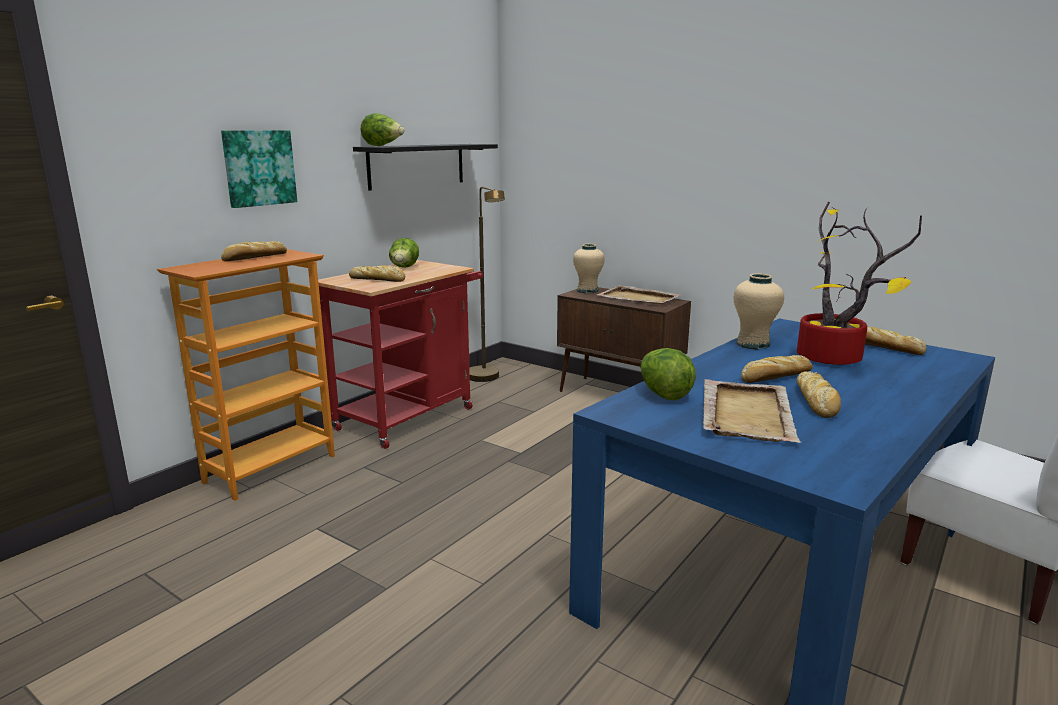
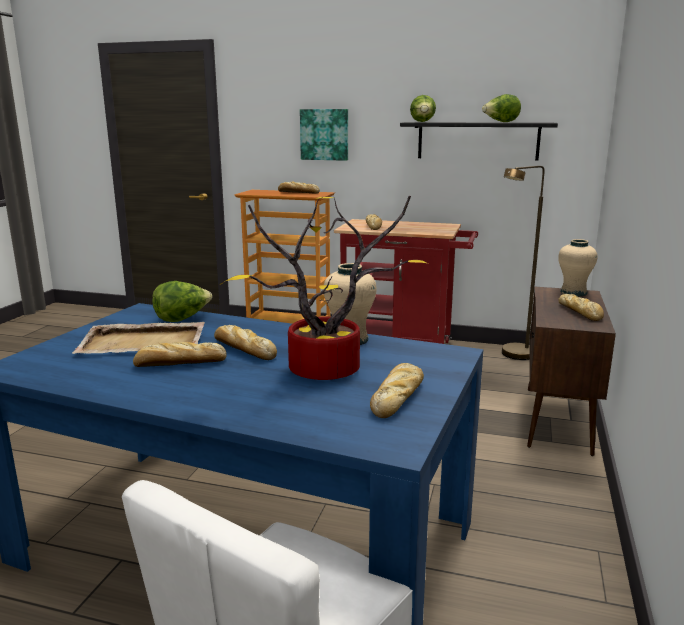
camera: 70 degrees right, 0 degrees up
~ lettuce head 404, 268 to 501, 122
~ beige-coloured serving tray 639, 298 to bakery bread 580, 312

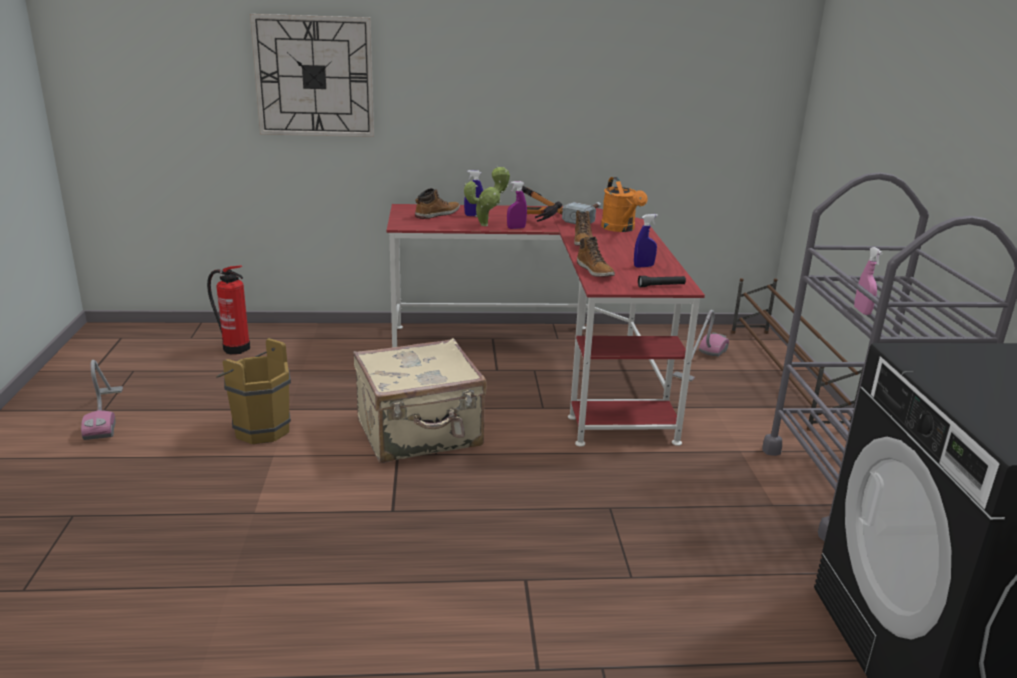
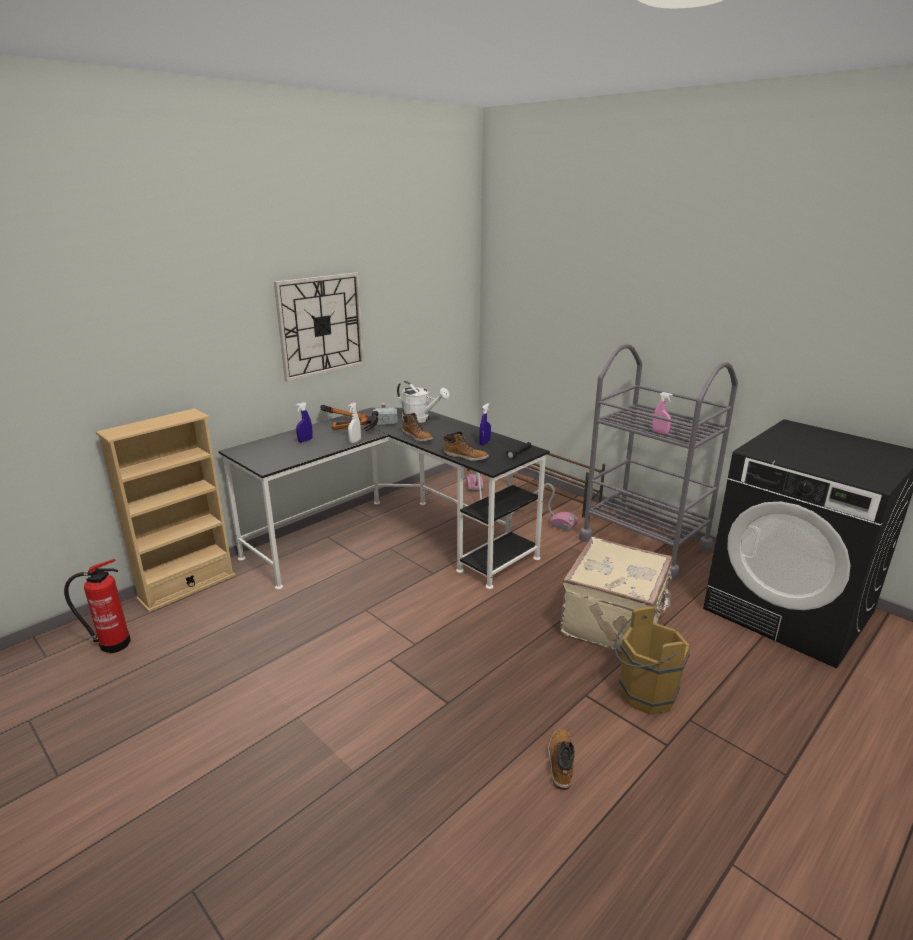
camera: 40 degrees left, 0 degrees up
~ vacuum cleaner 105, 414 to 540, 520
~ brown-coloured bucket 258, 428 to 643, 695
~ hanging clock 314, 76 to 321, 325
~ beige-coloured suitcase 420, 434 to 615, 622
~ red-coloured desk unit 546, 365 to black desk unit 392, 541
~ high-top boot 437, 214 to 560, 762
- potted plant 486, 224
~ purplish spray bottle 516, 228 to whitish spray bottle 355, 441
~ orange-coloured sprinkling can 621, 229 to whitish sprinkling can 420, 419
+ beige-coloured bookshelf 187, 587

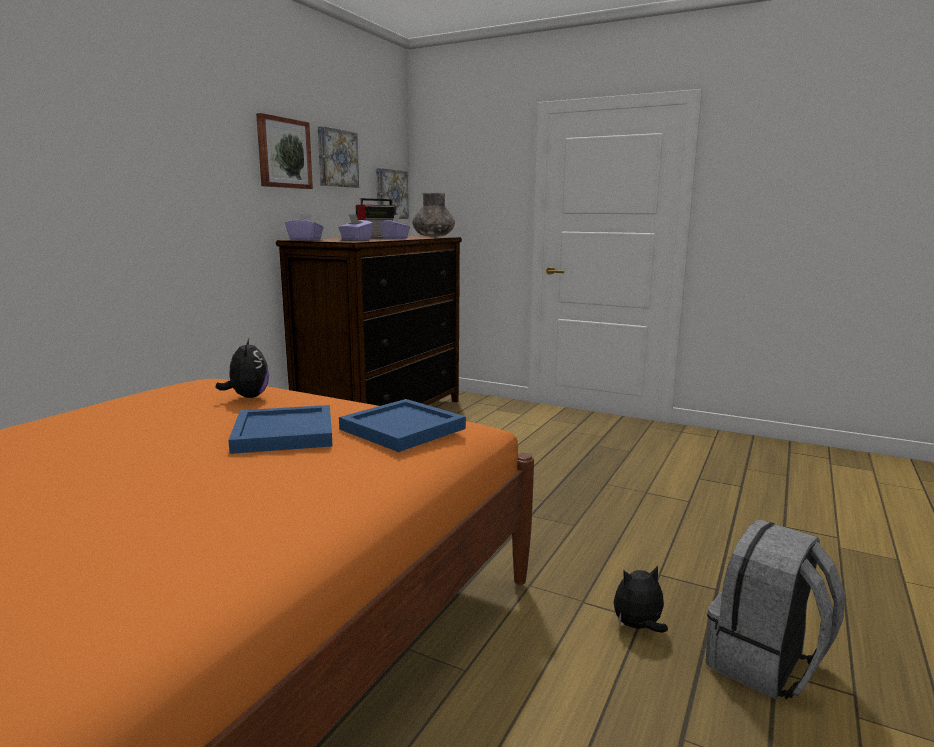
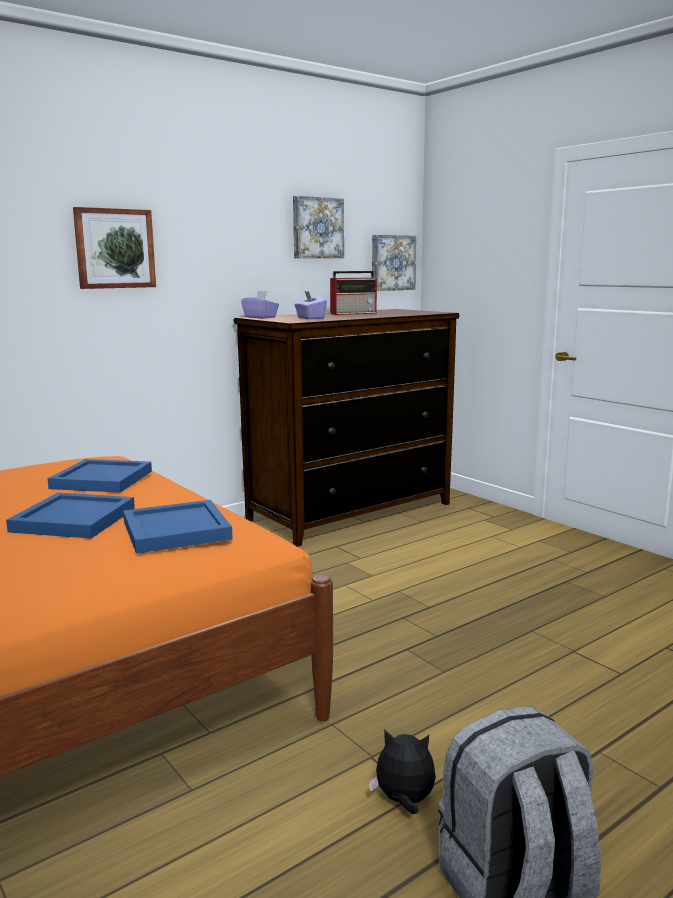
camera: 25 degrees right, 0 degrees up
~ plush toy 247, 397 to blue serving tray 101, 479
~ wall art 283, 153 to 114, 248
- purplish tissue holder 395, 238
- greyish decorative vase 433, 236

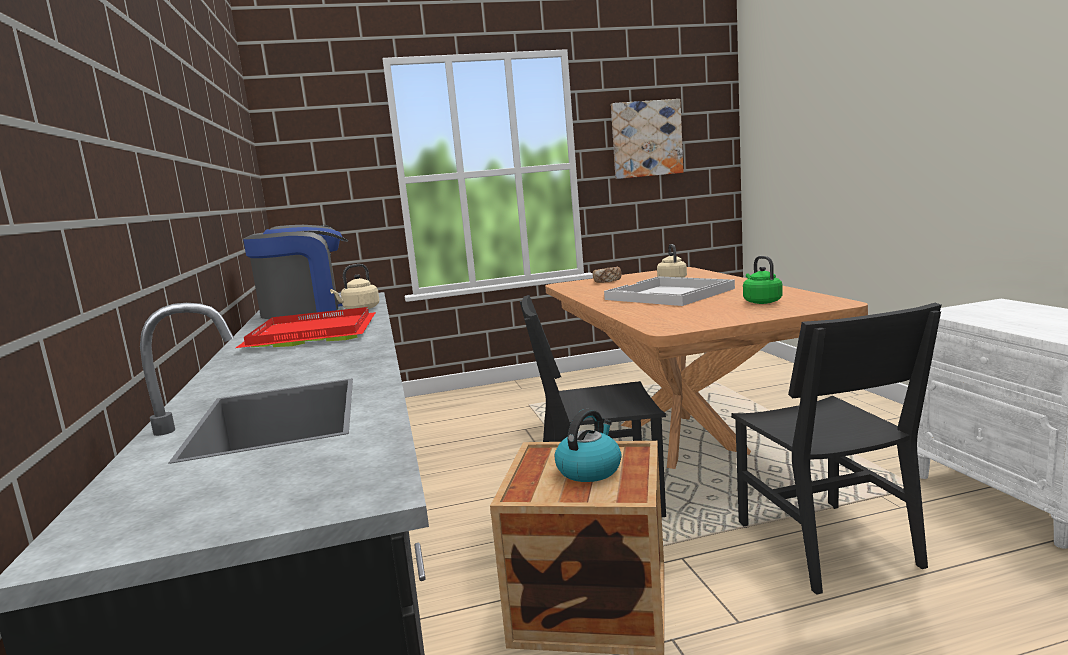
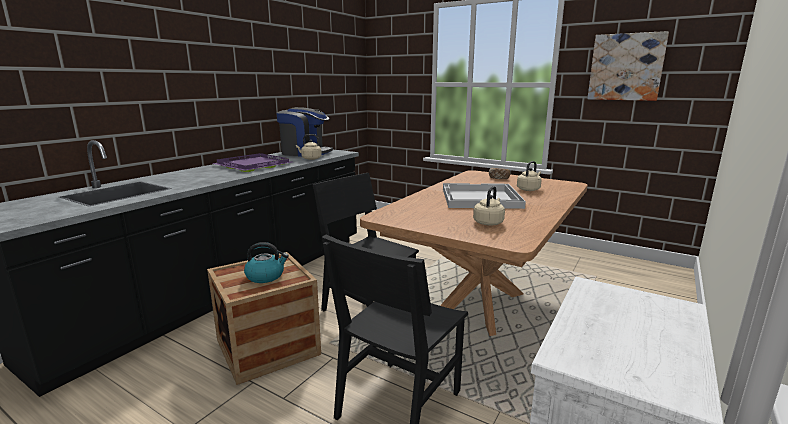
camera: 45 degrees right, 5 degrees up
~ red-coloured serving tray 311, 333 to purplish serving tray 254, 165
~ green-coloured water kettle 761, 301 to beige-coloured water kettle 489, 222

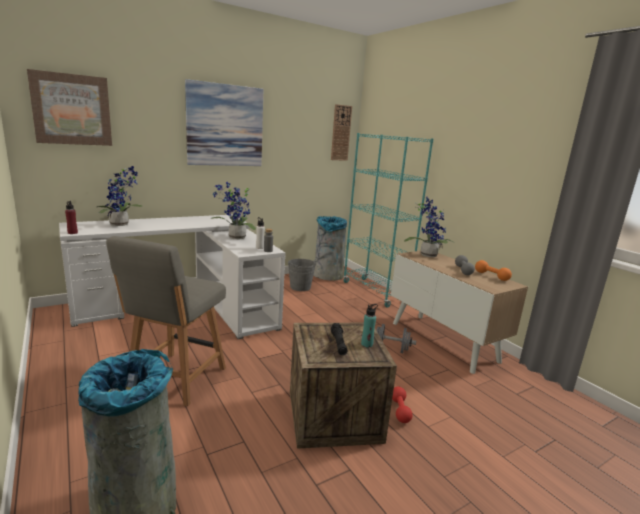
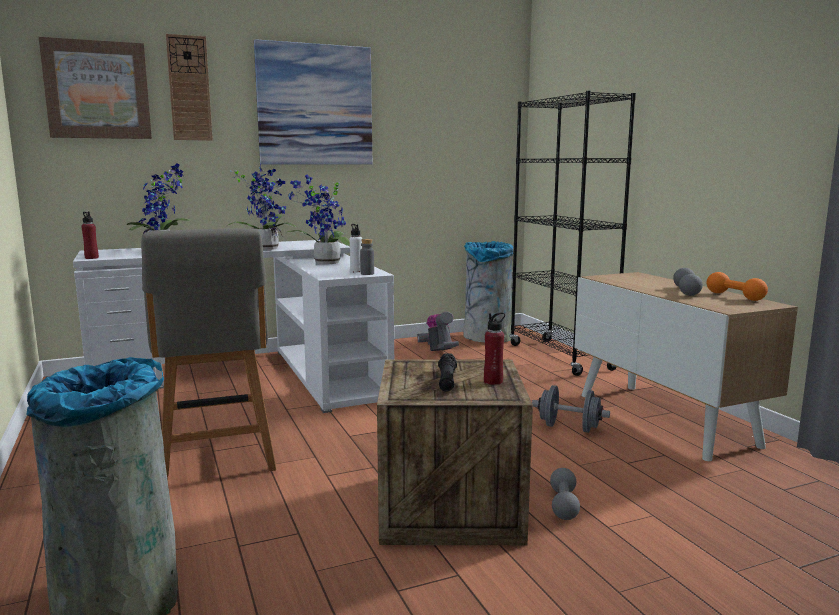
camera: 10 degrees right, 5 degrees down
~ greyish plain chair 175, 380 = 217, 458 45 degrees counterclockwise
~ greyish bucket 300, 287 to vacuum cleaner 439, 351
~ hanging clock 341, 133 to 189, 88
~ turquoise bookshelf 374, 292 to black bookshelf 561, 357
~ turquoise bottle 367, 344 to red-coloured bottle 493, 381
~ red-coloured free weight 400, 410 to greyish free weight 563, 504
~ potted plant 427, 254 to 266, 248

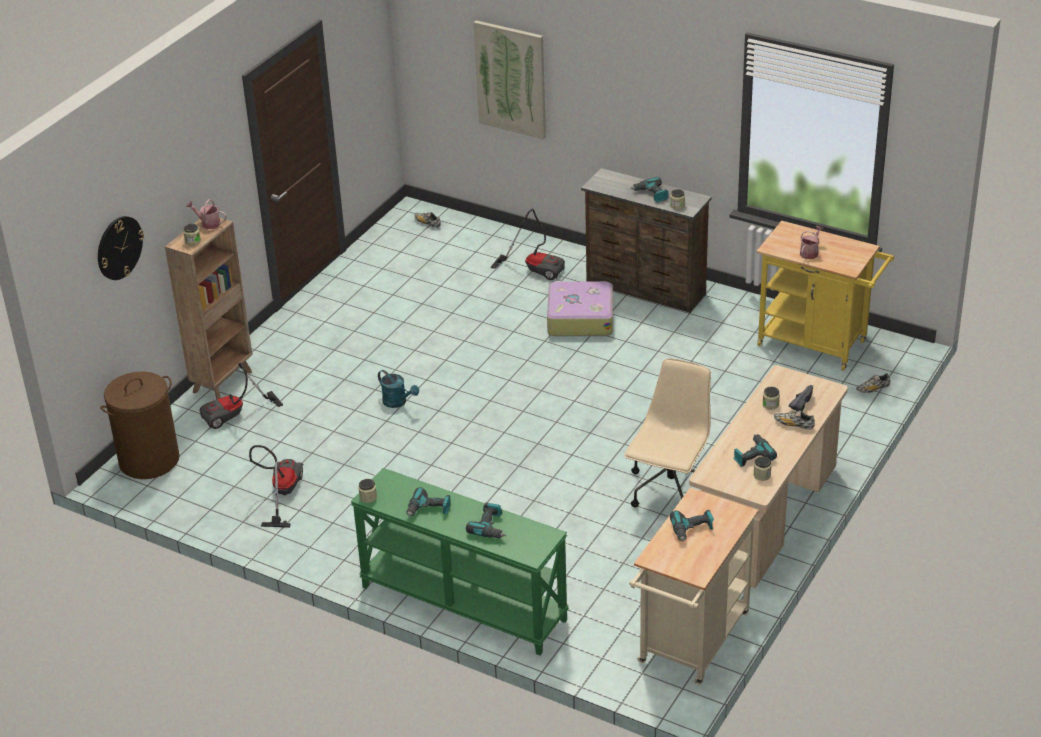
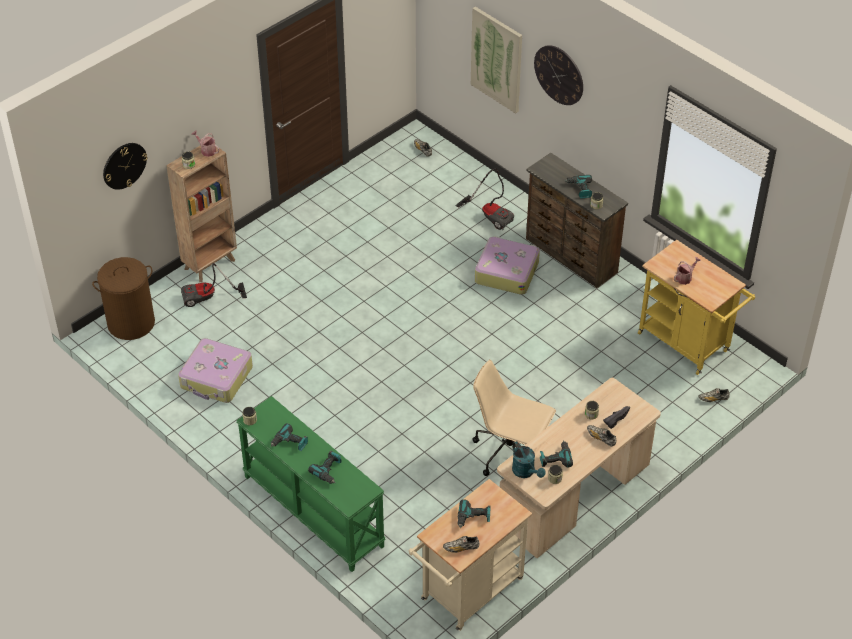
camera: 15 degrees right, 10 degrees up
~ vacuum cleaner 281, 493 to suitcase 216, 378
~ turquoise sprinkling can 398, 402 to 526, 472
~ beige-coloured computer chair 670, 491 = 510, 453 105 degrees counterclockwise
+ low shoe 461, 548
+ hanging clock 559, 75

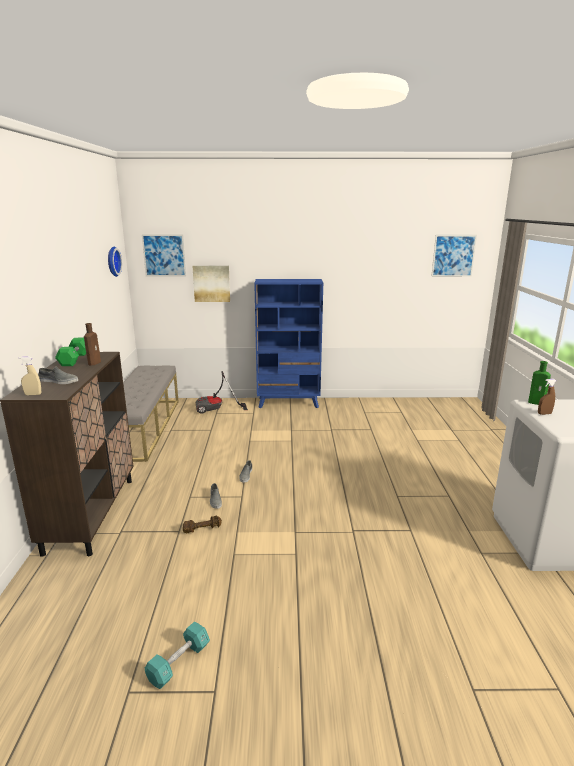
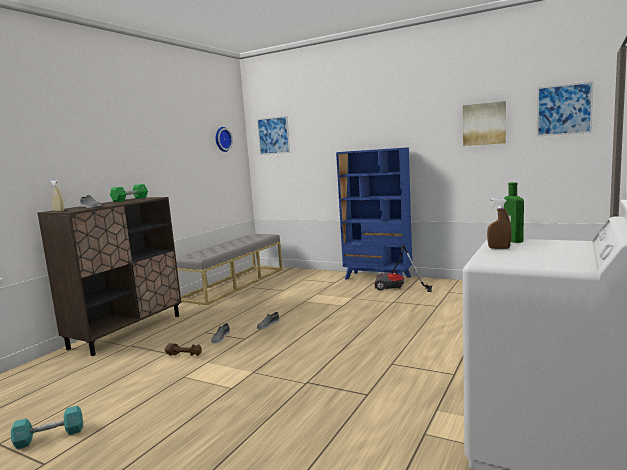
camera: 30 degrees right, 10 degrees down
- brown-coloured bottle 95, 362
~ wall art 211, 283 to 484, 124
~ vacuum cleaner 216, 410 to 397, 289

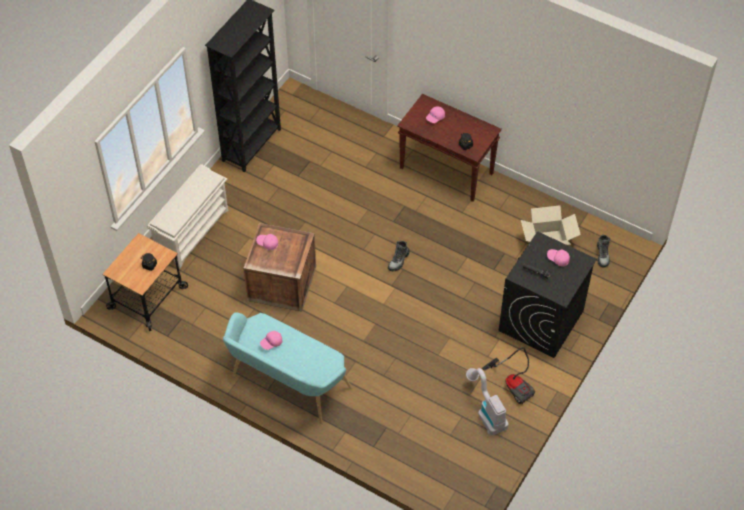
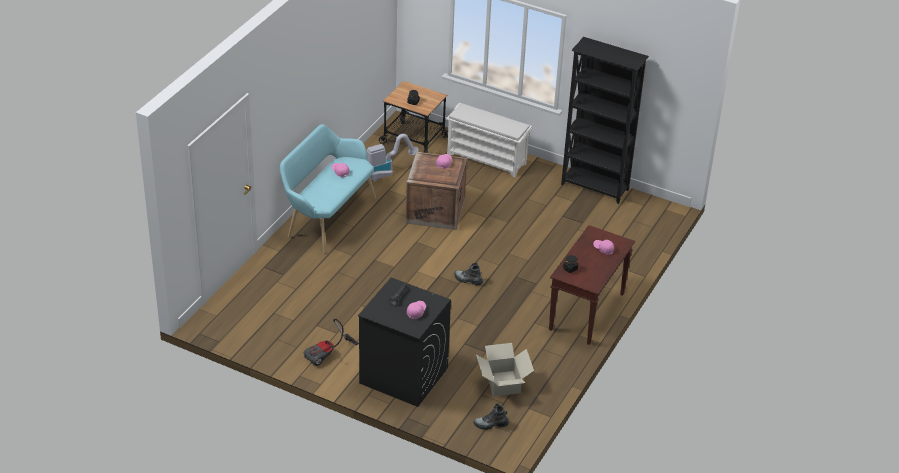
camera: 85 degrees right, 15 degrees down
~ vacuum cleaner 486, 412 to 387, 171

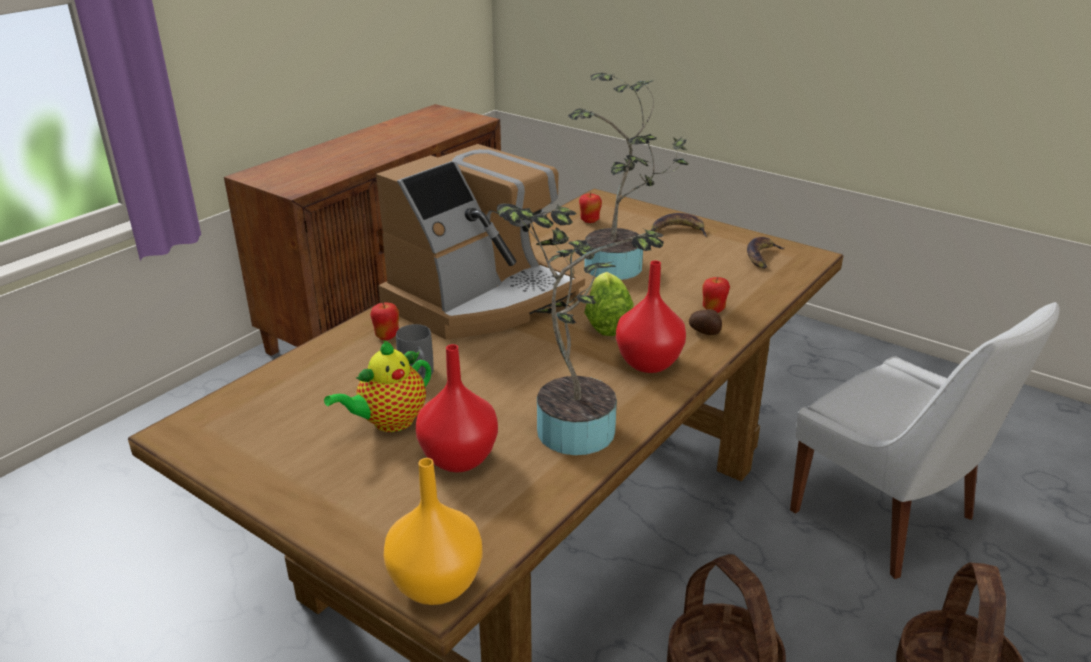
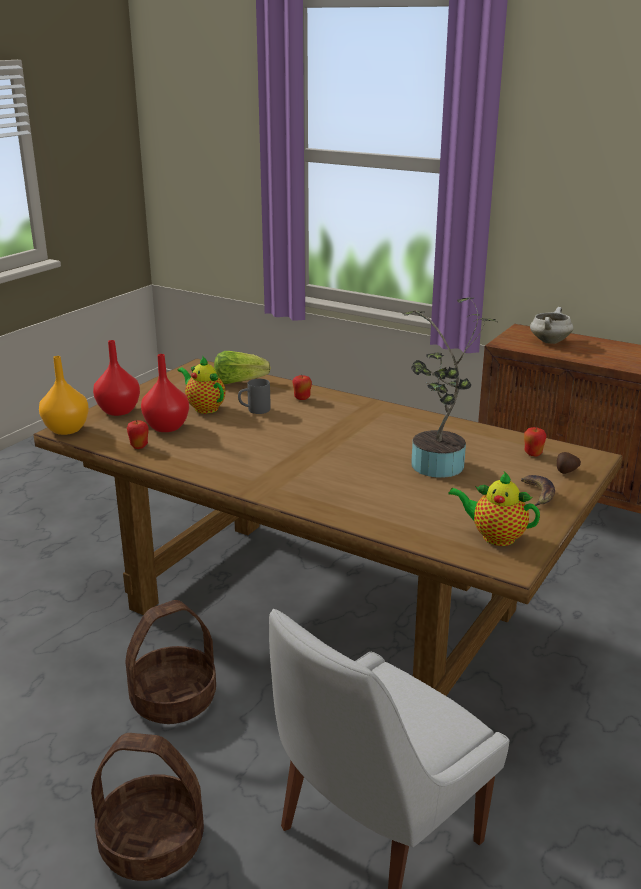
camera: 85 degrees right, 5 degrees down
- coffee brewer 481, 300
- potted plant 572, 425
~ lettuce head 607, 322 to 238, 382
~ red-coloured decorative vase 647, 363 to 118, 410
~ potato 705, 332 to 566, 471
~ apple 713, 309 to 139, 446
~ whole banana 762, 256 to pot for tea 494, 537
+ whitish stockpot 549, 341

